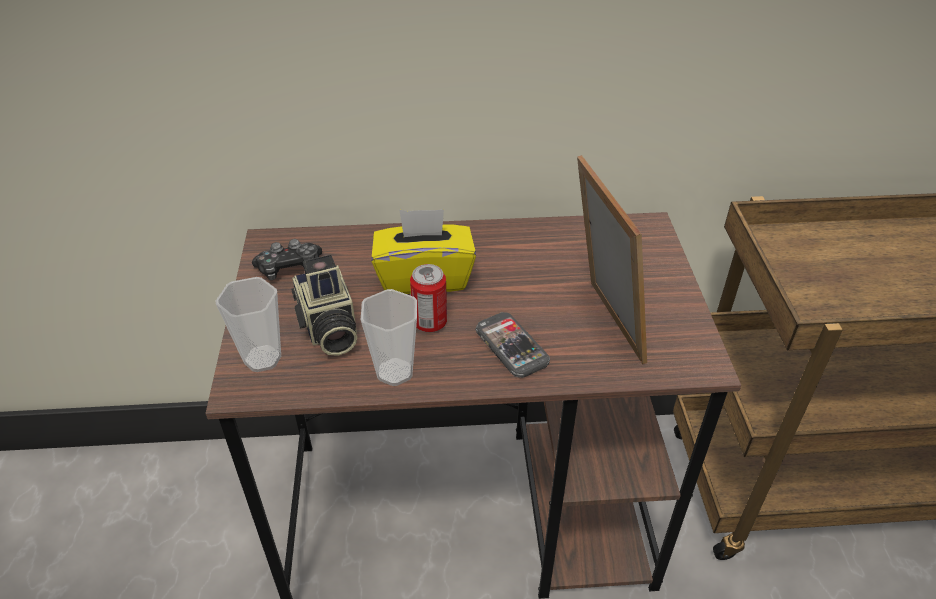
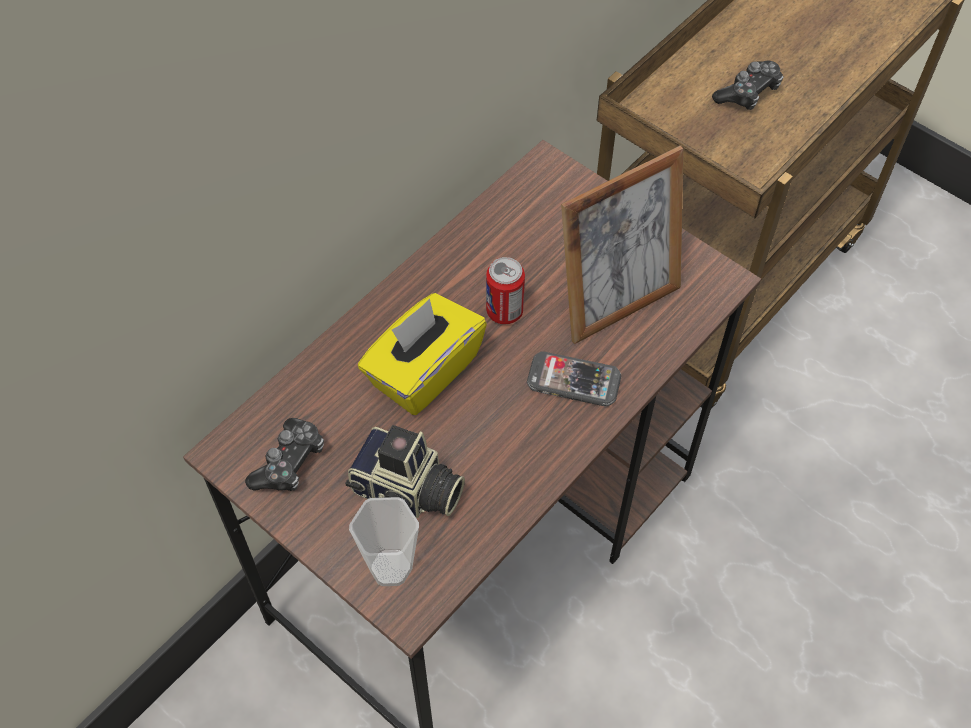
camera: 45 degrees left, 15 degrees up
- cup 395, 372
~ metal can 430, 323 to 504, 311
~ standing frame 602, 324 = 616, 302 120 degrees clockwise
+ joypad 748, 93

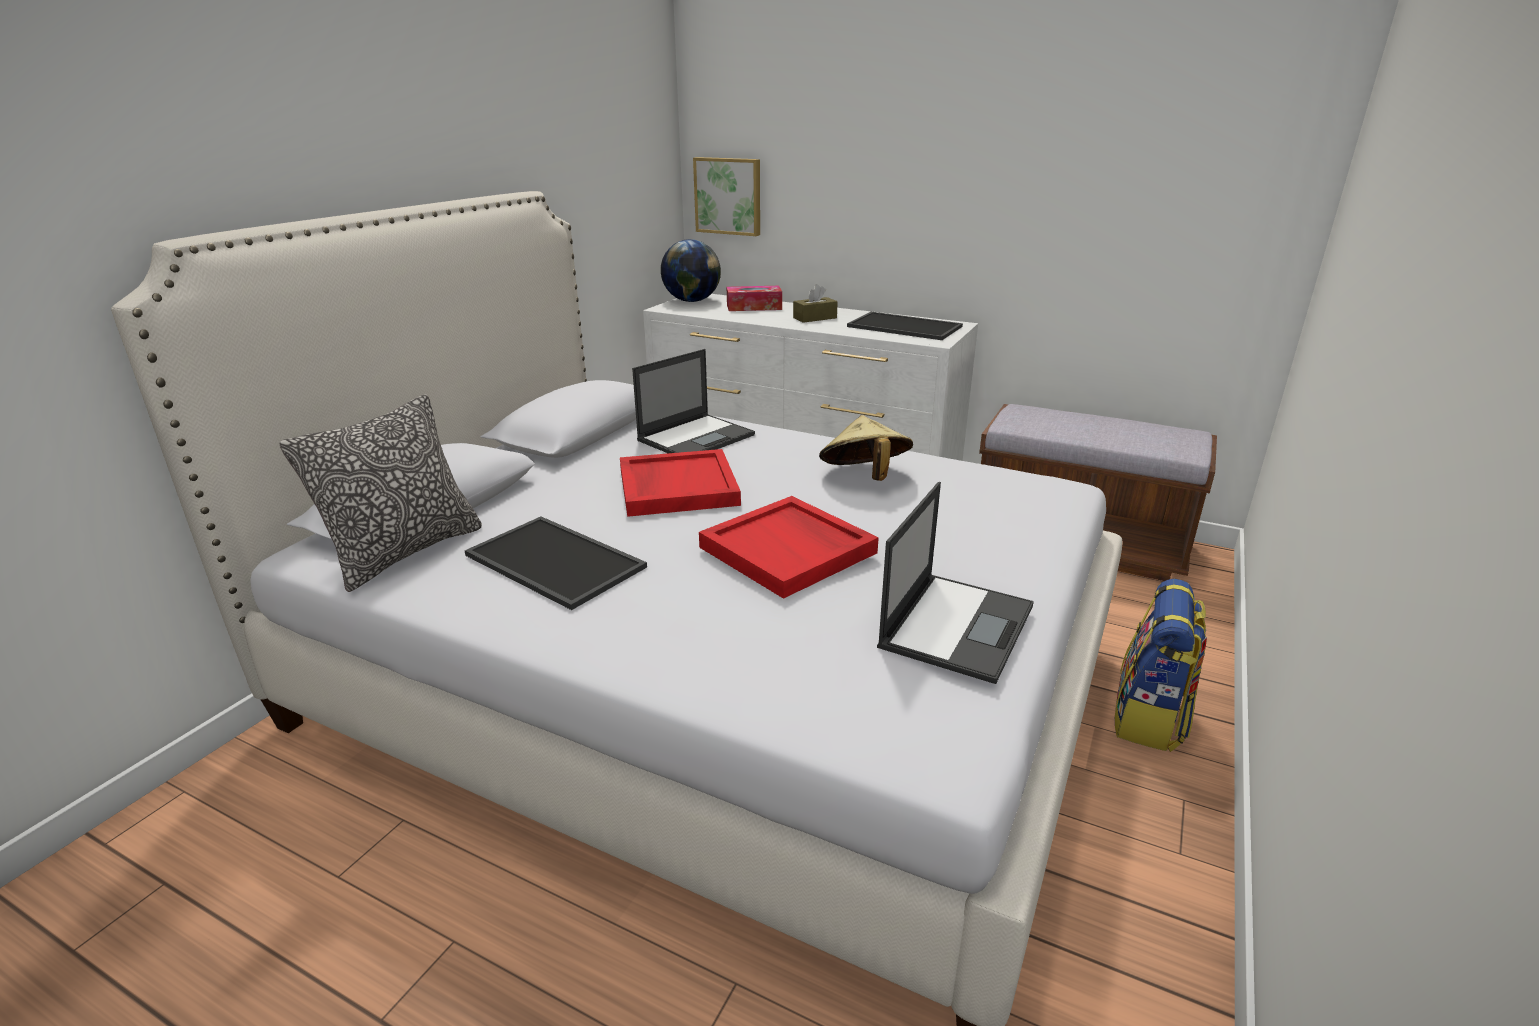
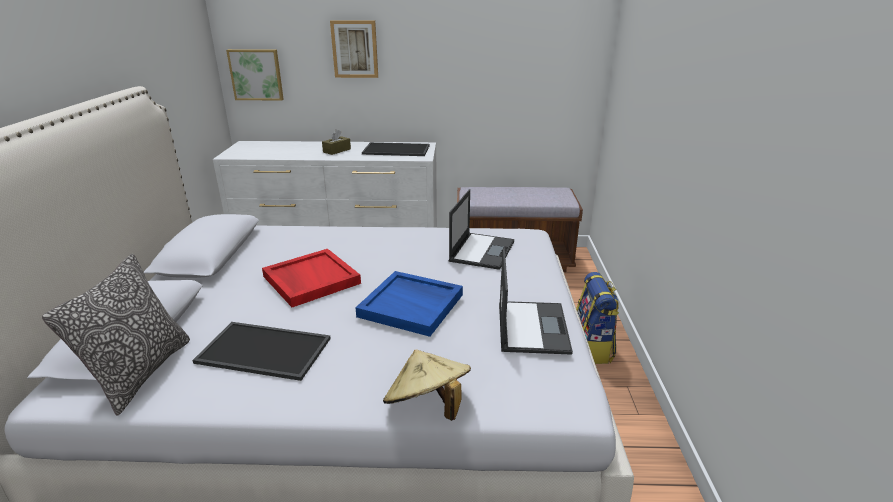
camera: 25 degrees left, 0 degrees up
~ portable computer 697, 437 to 482, 250
- globe 691, 301
~ red-coloured serving tray 789, 550 to blue serving tray 412, 305
- tissue holder 754, 307
~ beige-coloured wearable hat 864, 477 to 428, 406
+ wall art 355, 49

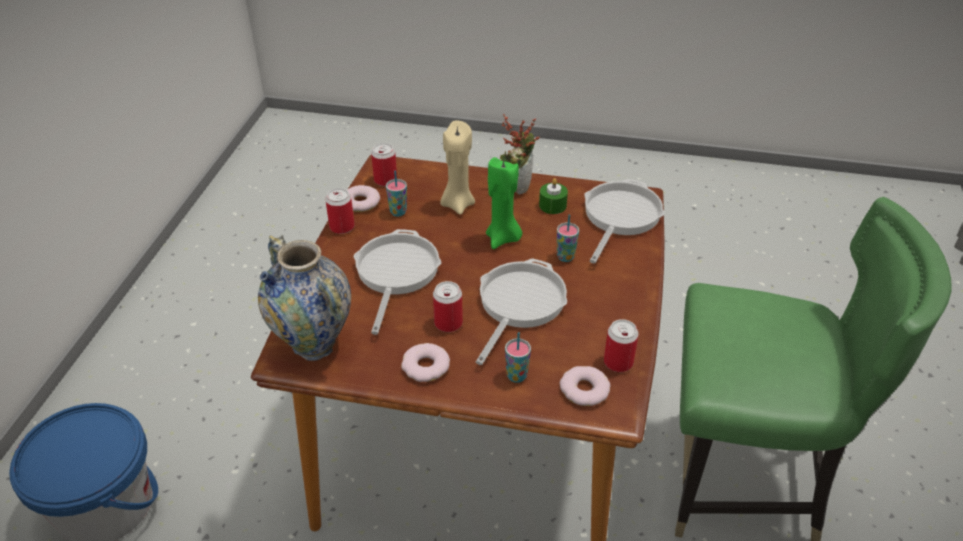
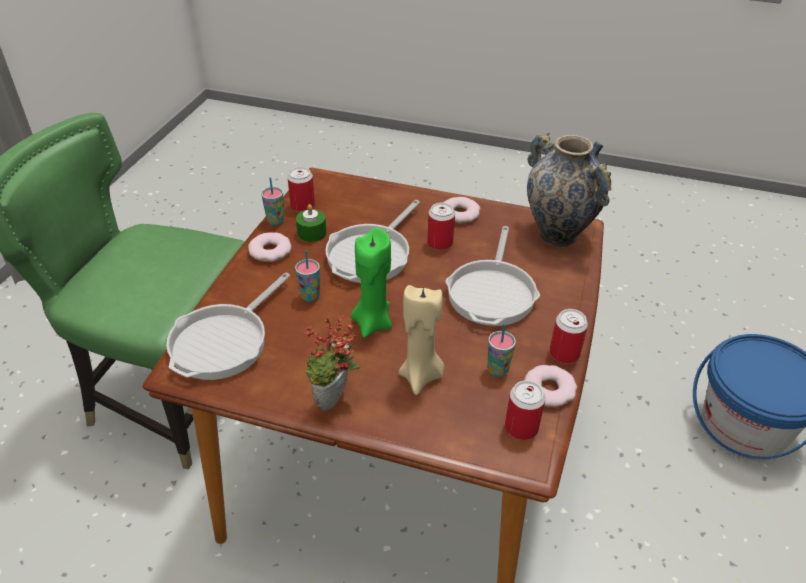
camera: 175 degrees left, 0 degrees up
~ cup 516, 376 to 275, 221
~ green-coloured wax light 552, 205 to 312, 233
~ donut 584, 390 to 270, 251

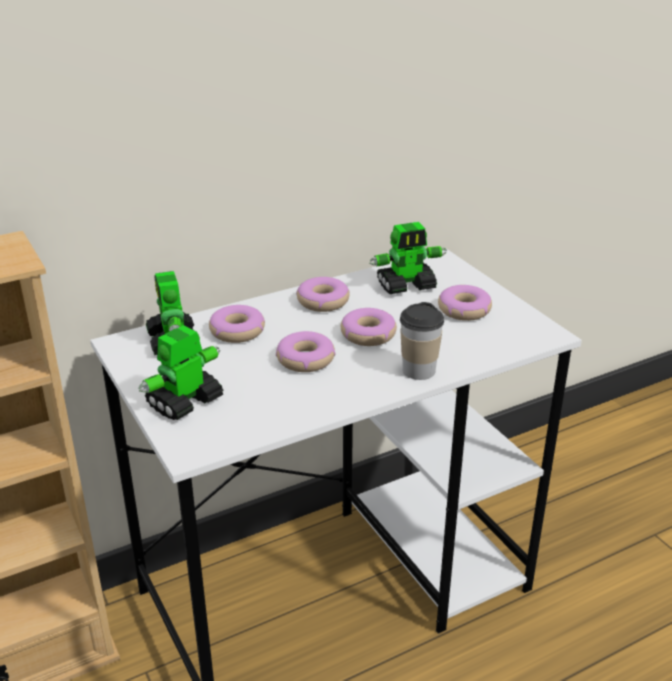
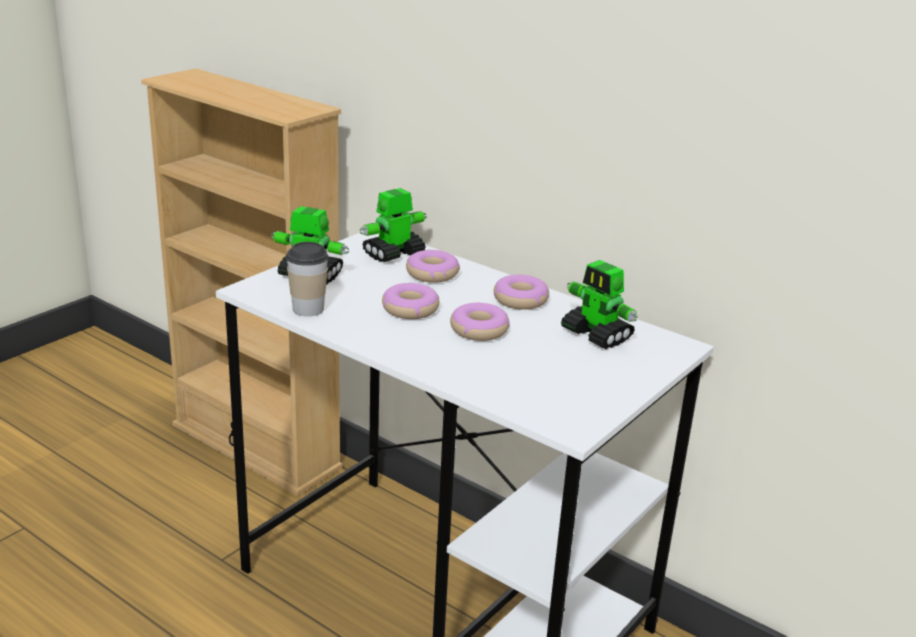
camera: 65 degrees right, 5 degrees down
~ cup 418, 370 to 308, 309
- donut 464, 310

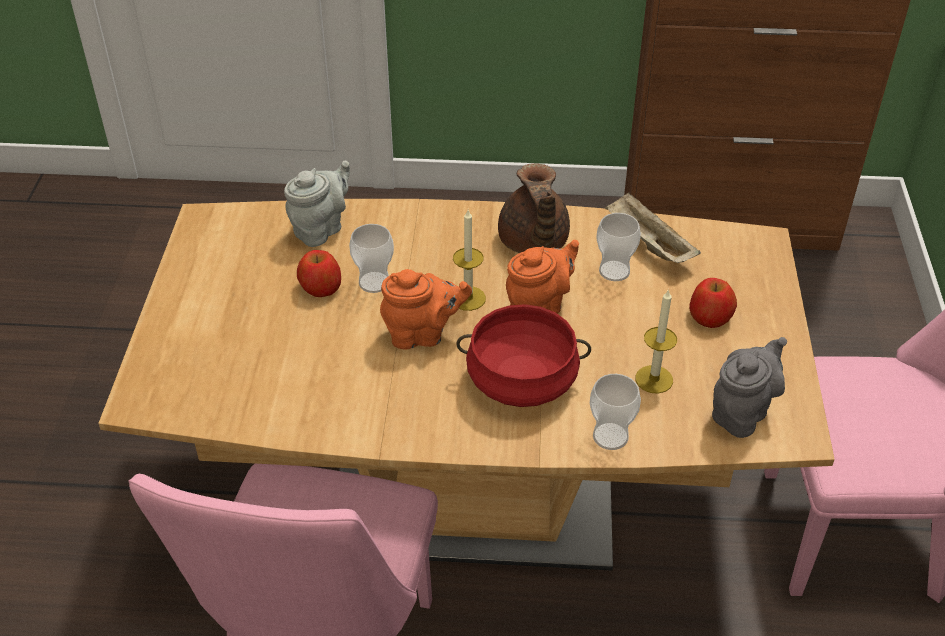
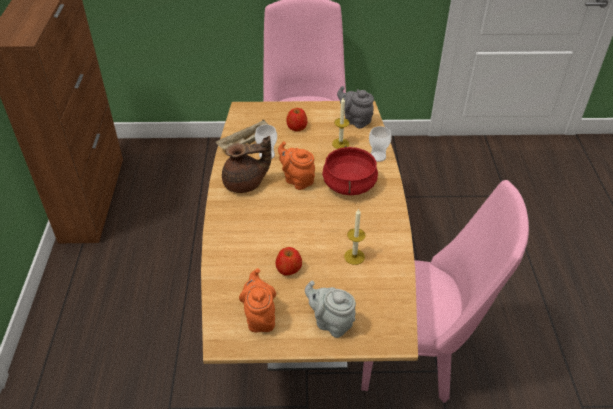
camera: 95 degrees left, 0 degrees up
~ greyish pot for tea 321, 229 to 331, 323
- cup 374, 282
~ orange-coloured pot for tea 422, 334 to 260, 317
~ wax light 468, 298 to 354, 256

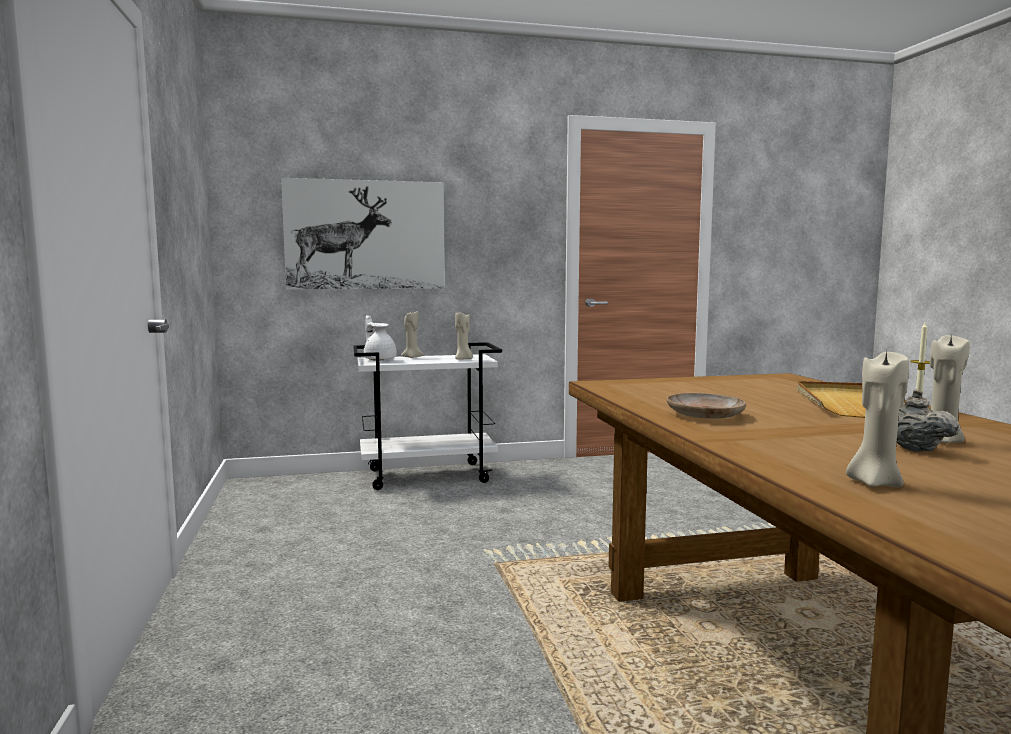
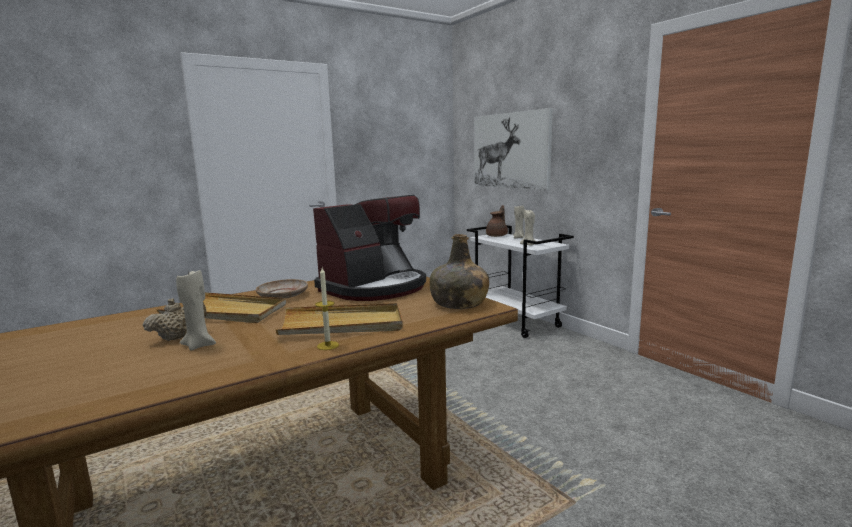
camera: 70 degrees right, 5 degrees up
~ whitish pot for tea 379, 359 to brown-coloured pot for tea 497, 236
- beige-coloured wax light 874, 483
+ beige-coloured serving tray 225, 312
+ coffee brewer 374, 287
+ green-coloured bottle 459, 303

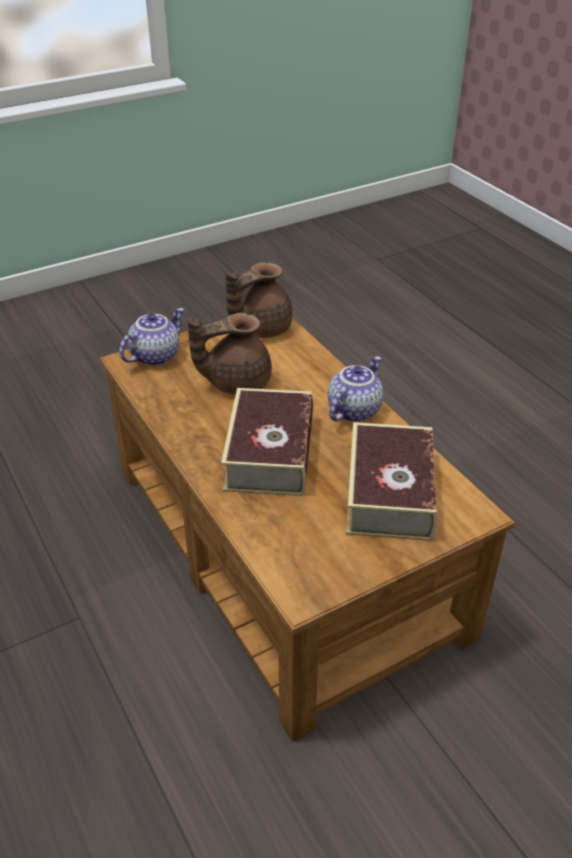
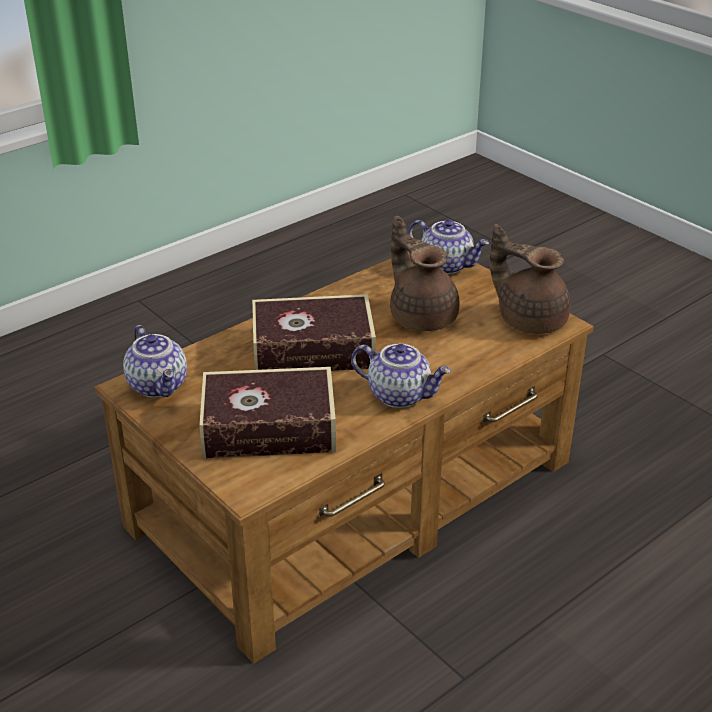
camera: 80 degrees right, 5 degrees down
+ pot for tea 159, 386

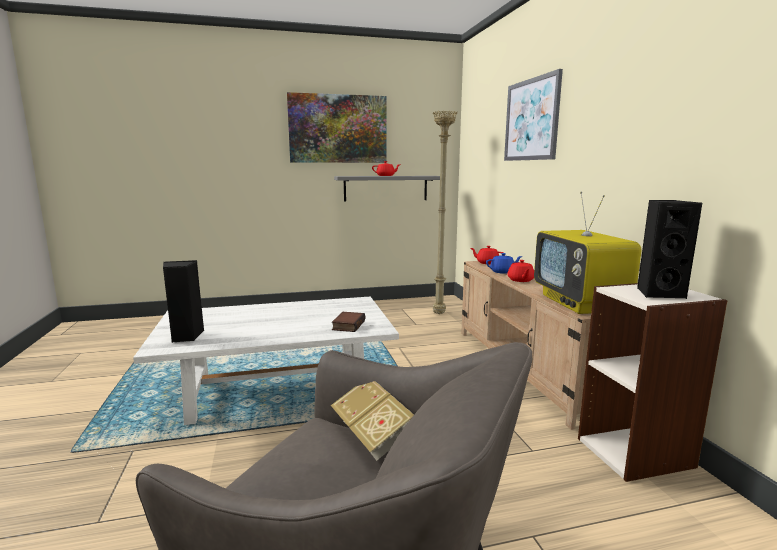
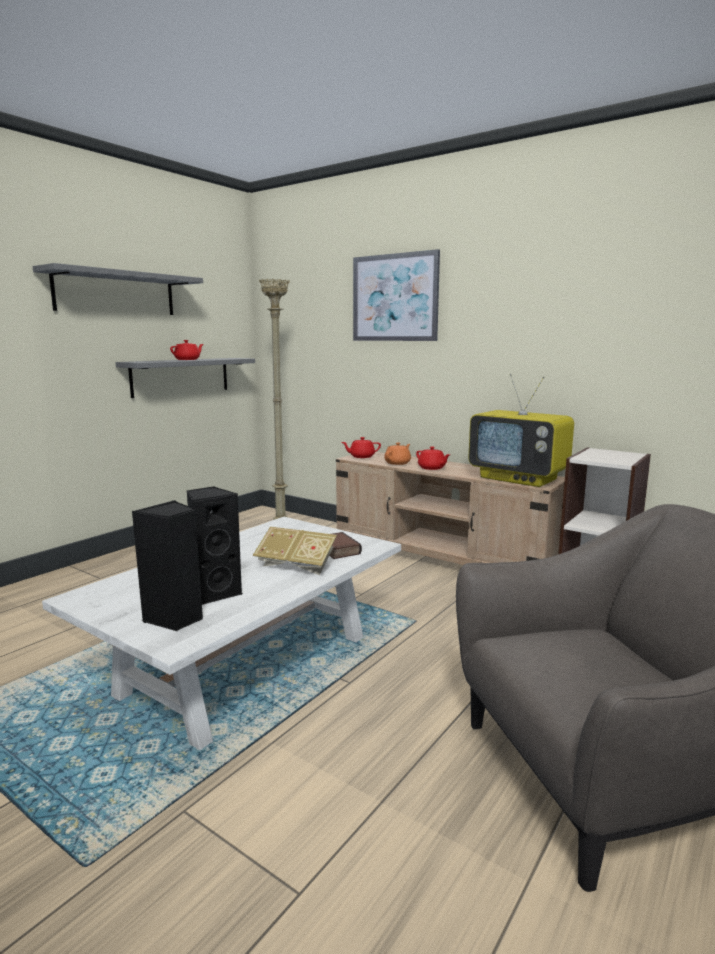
camera: 40 degrees left, 0 degrees up
~ wall art 338, 129 to greyish wall shelf 116, 293
~ book 373, 434 to 296, 566
~ blue pot for tea 503, 272 to orange-coloured pot for tea 398, 463
~ black loudspeaker 658, 293 to 214, 593

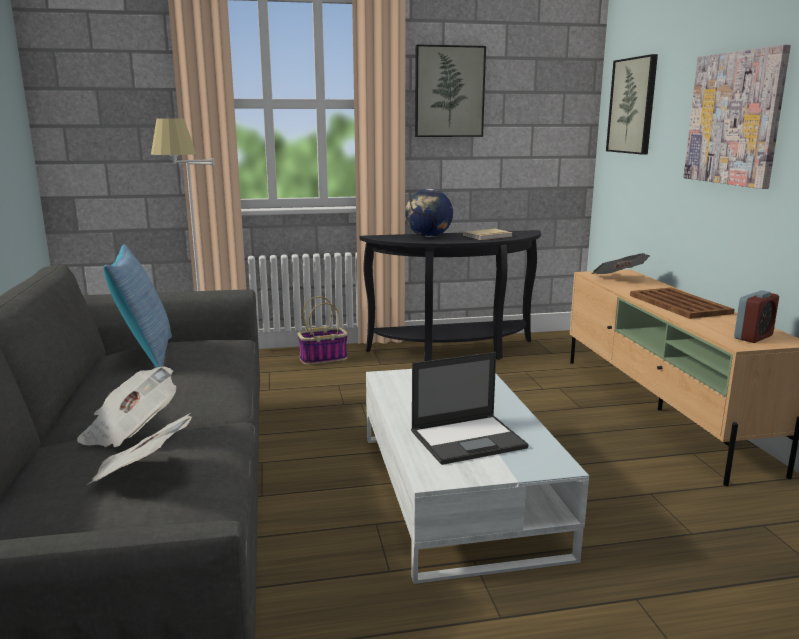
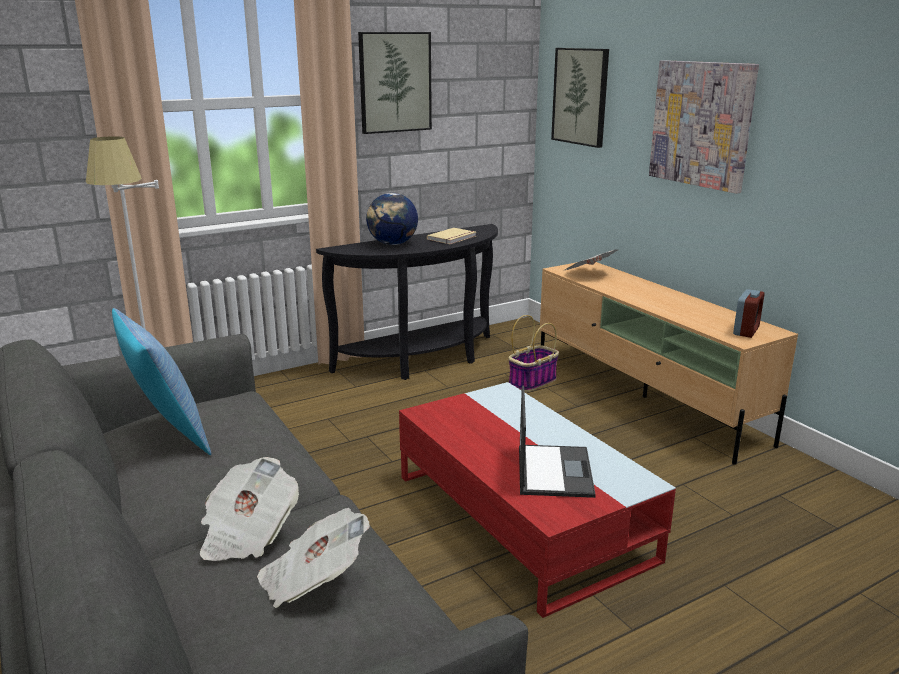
camera: 20 degrees left, 5 degrees up
~ household basket 323, 358 to 532, 381
~ whitish lounge table 456, 491 to red-coloured lounge table 521, 516
~ portable computer 469, 439 = 554, 470 45 degrees counterclockwise
- brown-coloured serving tray 678, 304

